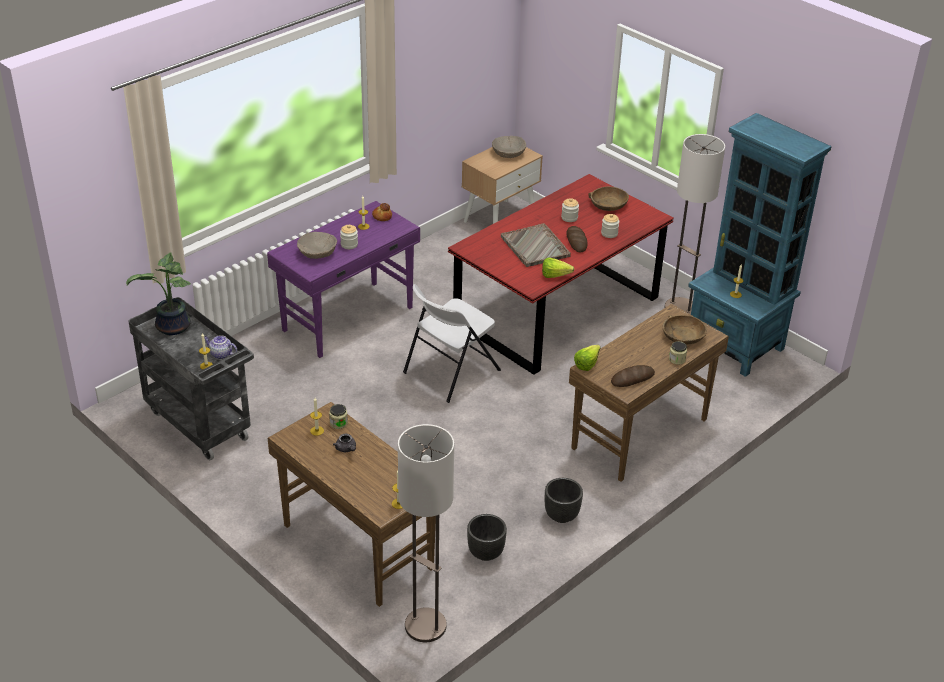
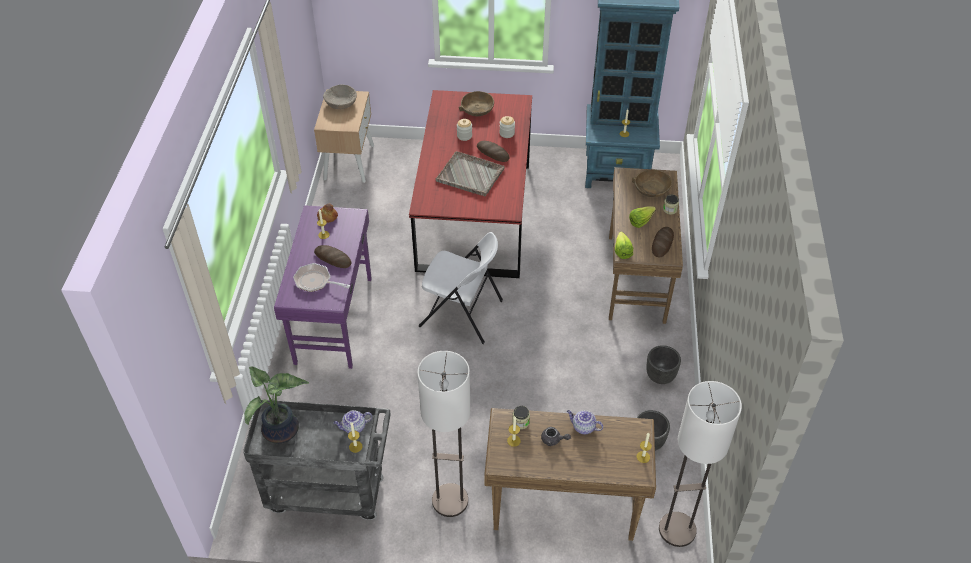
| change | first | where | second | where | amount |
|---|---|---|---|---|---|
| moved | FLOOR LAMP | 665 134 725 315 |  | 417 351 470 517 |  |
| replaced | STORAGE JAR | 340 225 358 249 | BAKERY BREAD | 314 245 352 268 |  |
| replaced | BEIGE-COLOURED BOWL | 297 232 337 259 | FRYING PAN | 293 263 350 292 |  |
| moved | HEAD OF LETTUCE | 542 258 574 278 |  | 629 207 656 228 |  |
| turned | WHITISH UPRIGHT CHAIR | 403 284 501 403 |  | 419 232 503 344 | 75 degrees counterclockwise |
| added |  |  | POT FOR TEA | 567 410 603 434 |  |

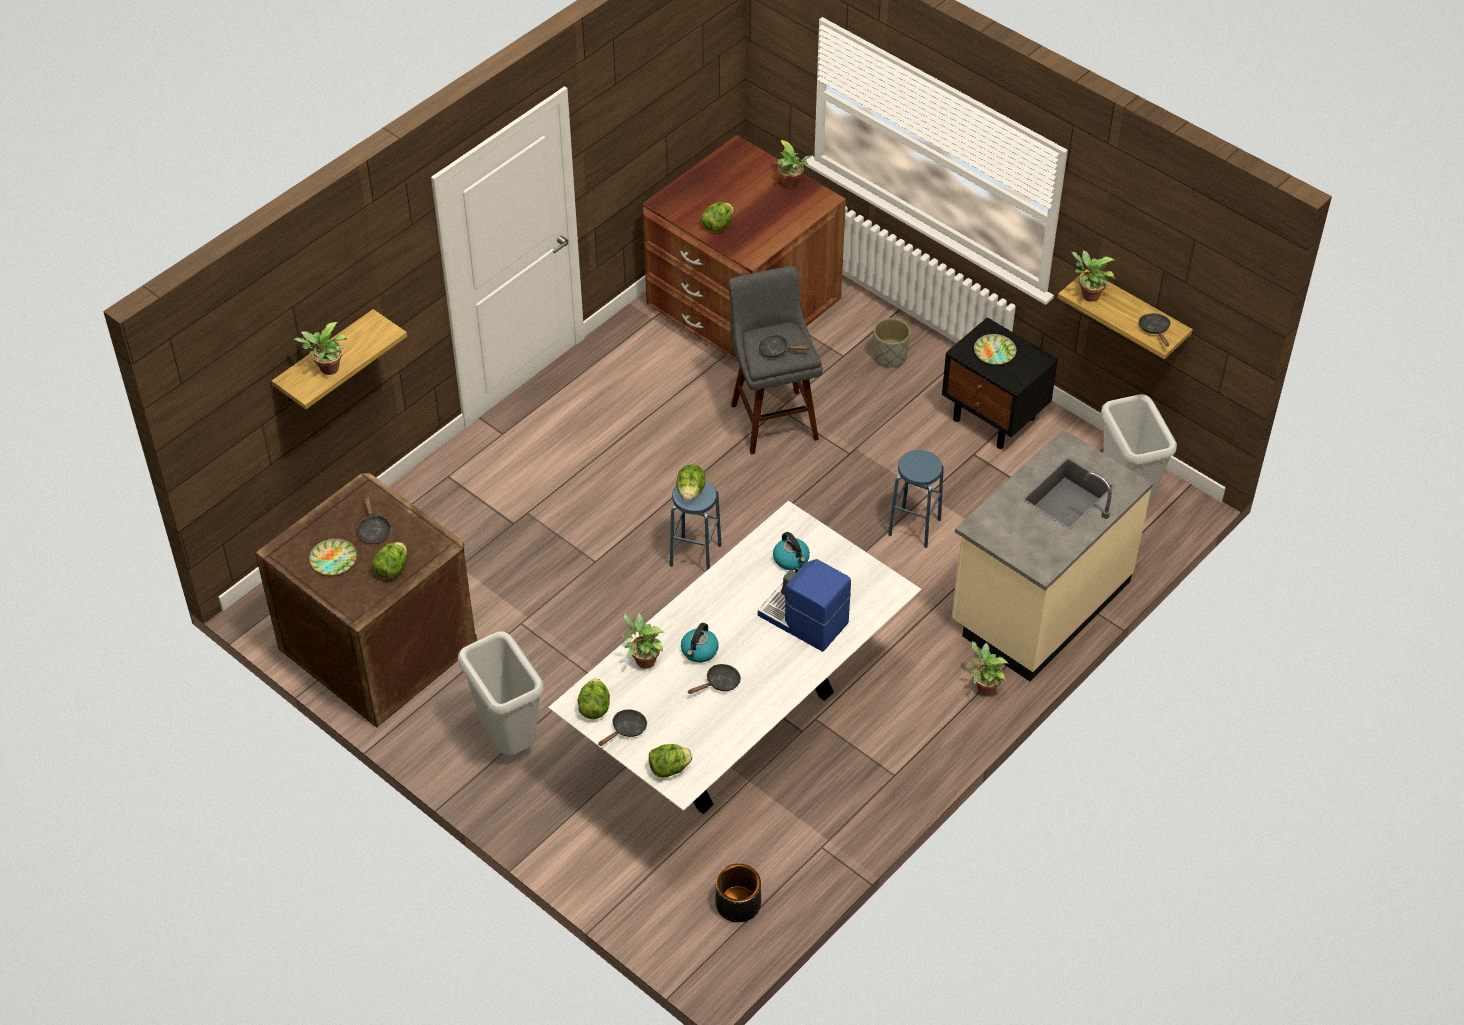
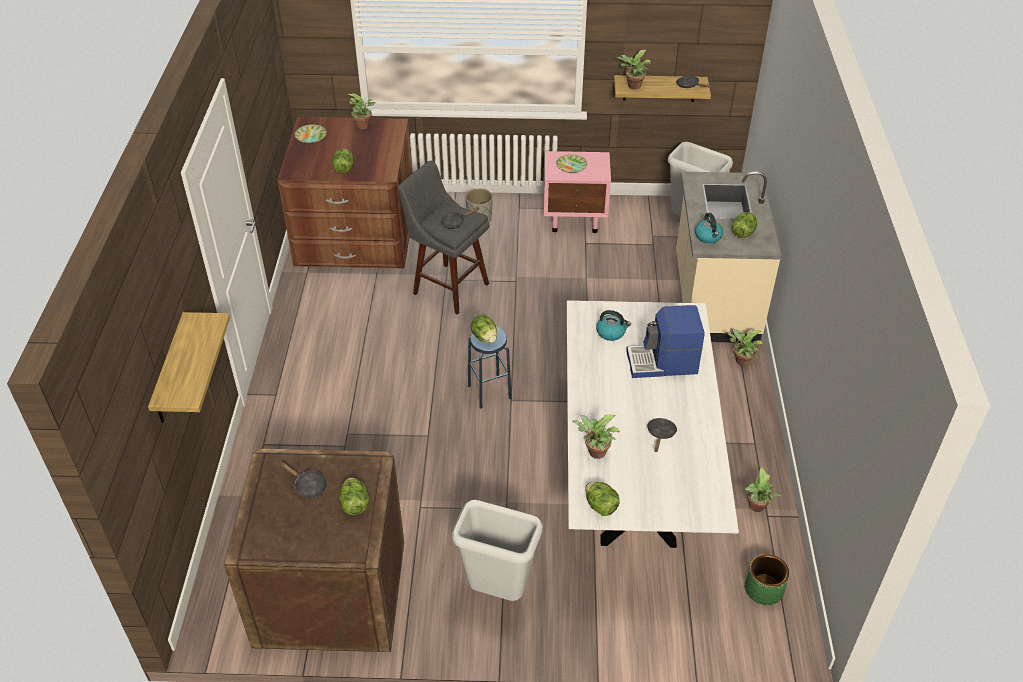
| change | first | where | second | where | amount |
|---|---|---|---|---|---|
| recoloured | BLACK-COLOURED NIGHTSTAND | 942 317 1058 449 | PINKISH NIGHTSTAND | 544 151 611 233 |  |
| moved | PLANT IN A POT | 293 322 347 375 |  | 744 467 782 512 |  |
| removed | BLUISH SITTING STOOL | 888 450 944 548 |  |  |  |
| moved | FLAT DISH | 309 538 357 575 |  | 295 124 327 143 |  |
| moved | WATER KETTLE | 681 623 719 663 |  | 695 213 723 243 |  |
| removed | BLACK-COLOURED FRYING PAN | 598 709 647 746 |  |  |  |
| moved | HEAD OF LETTUCE | 649 744 693 778 |  | 732 212 757 238 |  |
| recoloured | BLACK-COLOURED PLANTER | 716 864 761 922 | GREEN PLANTER | 745 554 789 605 |  |

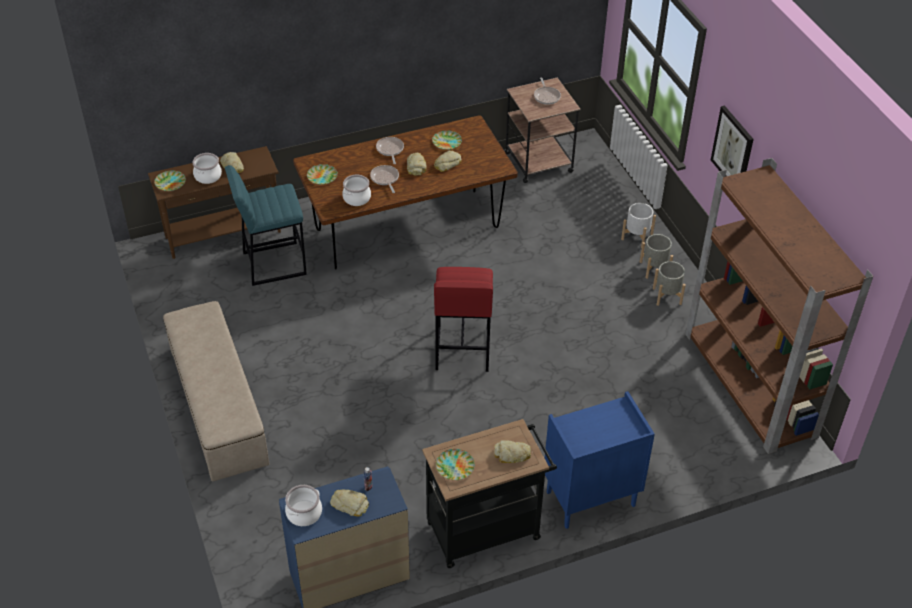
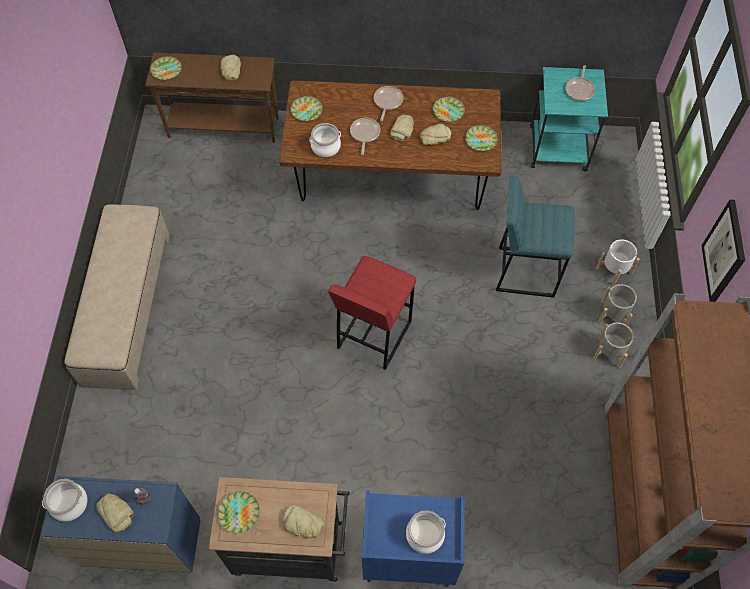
| change | first | where | second | where | amount |
|---|---|---|---|---|---|
| recoloured | BROWNISH CART | 505 77 581 183 | TURQUOISE-COLOURED CART | 530 67 608 171 |  |
| moved | COOKING POT | 193 153 222 184 |  | 406 511 446 554 |  |
| moved | TURQUOISE-COLOURED SITTING STOOL | 225 165 307 286 |  | 496 175 575 298 |  |
| added |  |  | FLAT DISH | 465 125 498 151 |  |

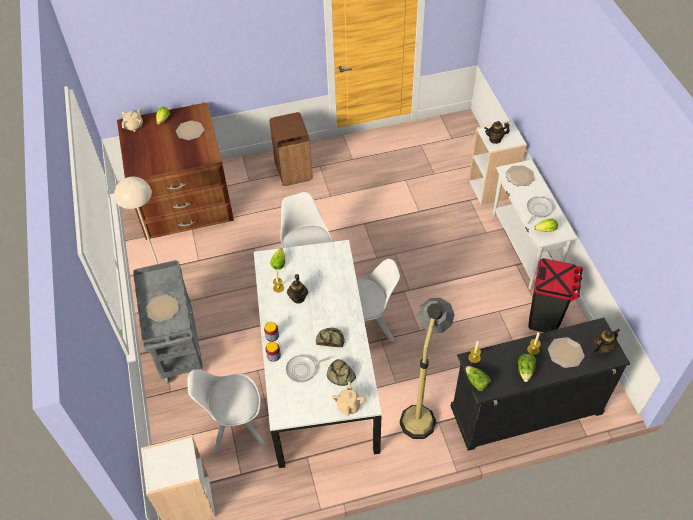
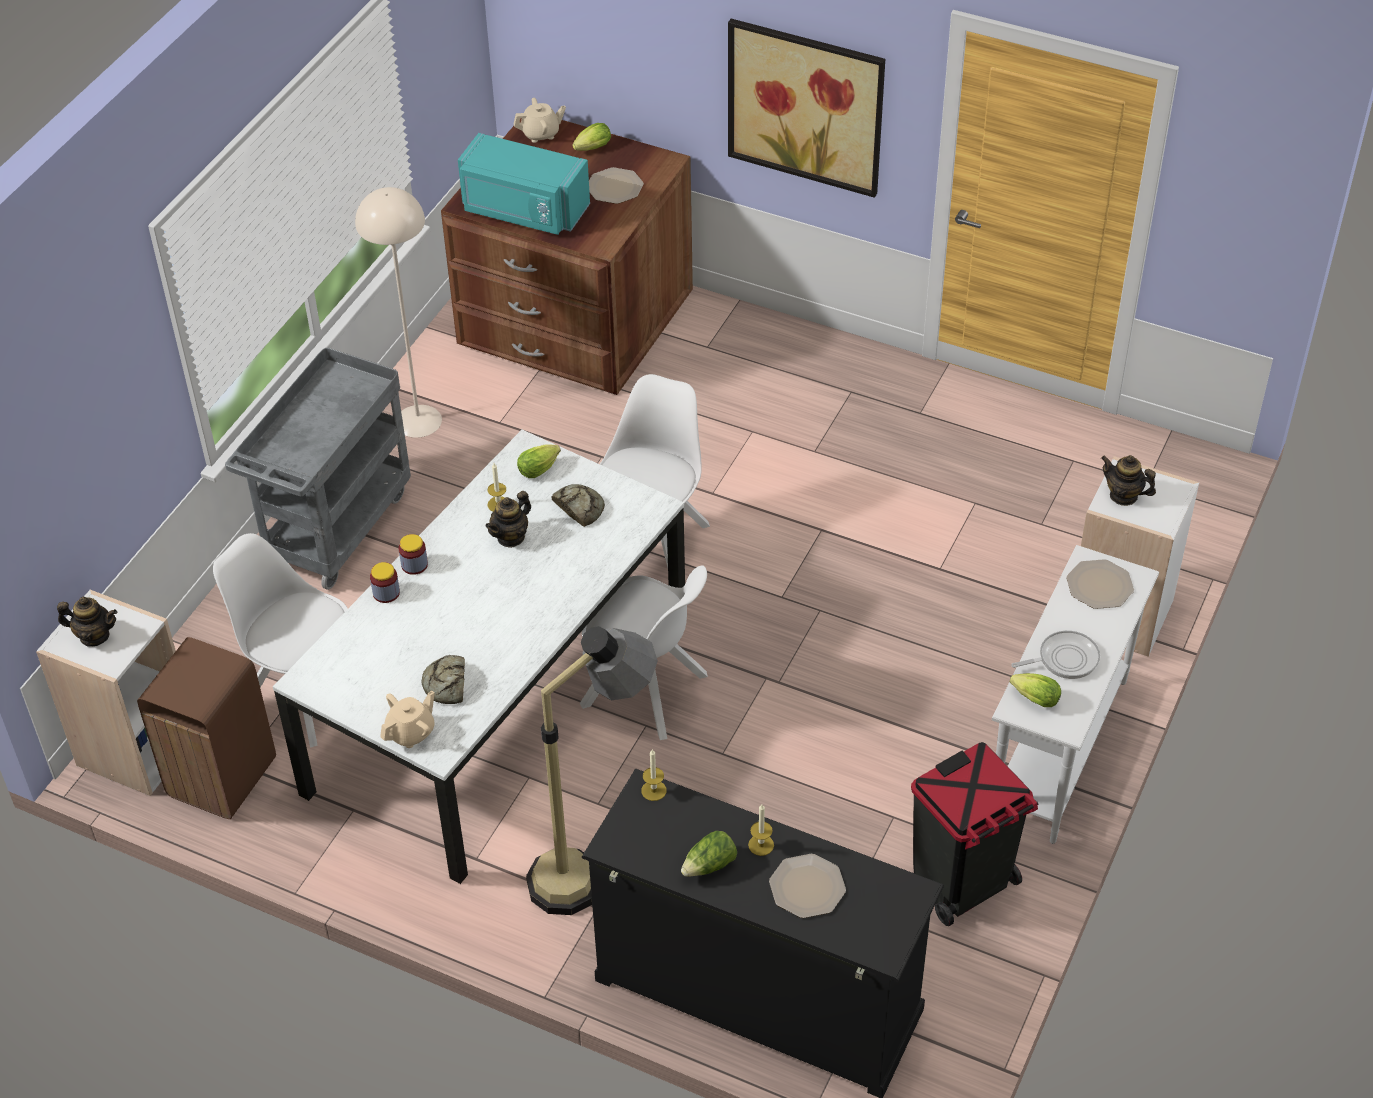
| change | first | where | second | where | amount |
|---|---|---|---|---|---|
| moved | BROWNISH RUBBISH BIN | 270 112 312 186 |  | 137 637 276 819 |  |
| removed | FLAT DISH | 146 294 179 322 |  |  |  |
| moved | BAKERY BREAD | 316 328 345 347 |  | 551 484 605 527 |  |
| moved | POT FOR TEA | 592 329 620 355 |  | 57 597 117 647 |  |
| removed | FRYING PAN | 286 355 331 383 |  |  |  |
| removed | HEAD OF LETTUCE | 465 366 491 391 |  |  |  |
| added |  |  | PICTURE | 728 19 885 198 |  |
| added |  |  | TURQUOISE-COLOURED MICROWAVE OVEN | 458 133 590 235 |  |

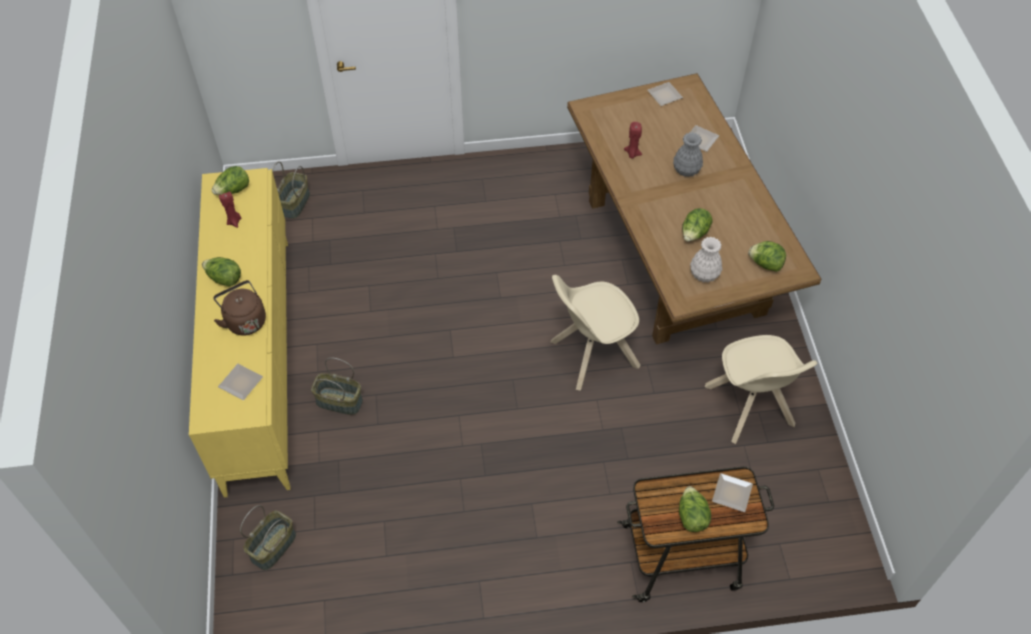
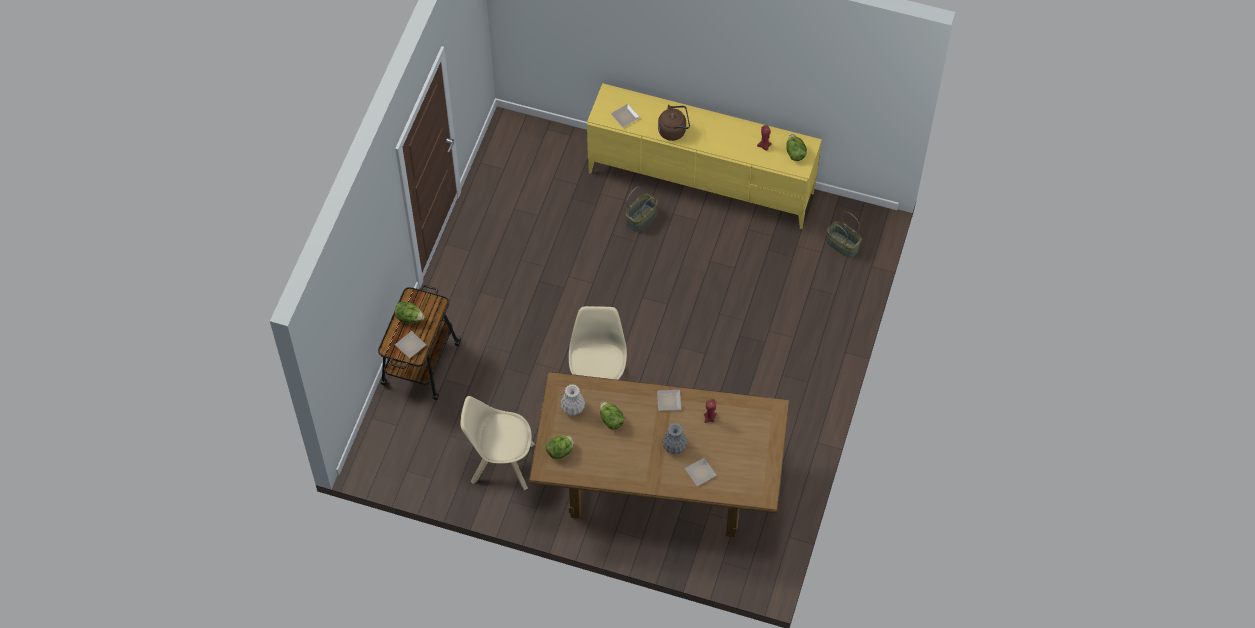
| change | first | where | second | where | amount |
|---|---|---|---|---|---|
| moved | FLAT DISH | 647 82 683 106 |  | 657 390 681 411 |  |
| removed | HEAD OF LETTUCE | 202 257 241 287 |  |  |  |
| removed | STORAGE BASKET | 240 505 296 570 |  |  |  |

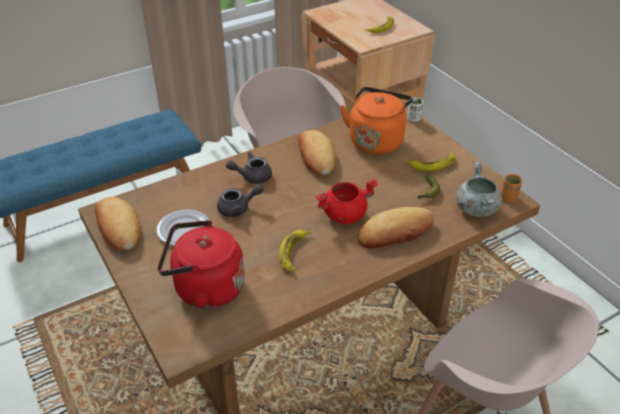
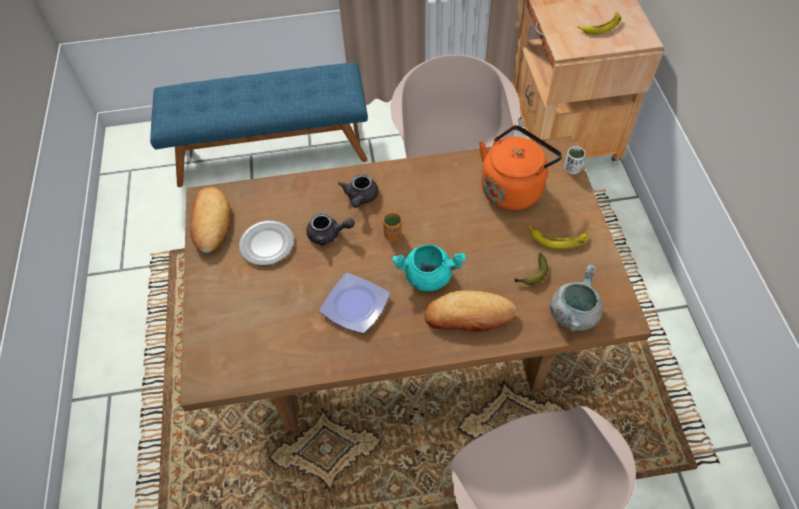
| change | first | where | second | where | amount |
|---|---|---|---|---|---|
| removed | BAKERY BREAD | 298 130 336 176 |  |  |  |
| turned | GREY POT FOR TEA | 226 151 272 184 |  | 338 174 378 208 | 90 degrees counterclockwise |
| moved | ORANGEY SMALL CUP | 501 174 522 202 |  | 383 212 402 241 |  |
| recoloured | RED COOKING POT | 315 179 378 224 | TURQUOISE-COLOURED COOKING POT | 392 244 466 291 |  |
| removed | RED WATER KETTLE | 158 220 245 309 |  |  |  |
| replaced | BANANA | 279 230 312 272 | FLAT DISH | 319 273 390 334 |  |

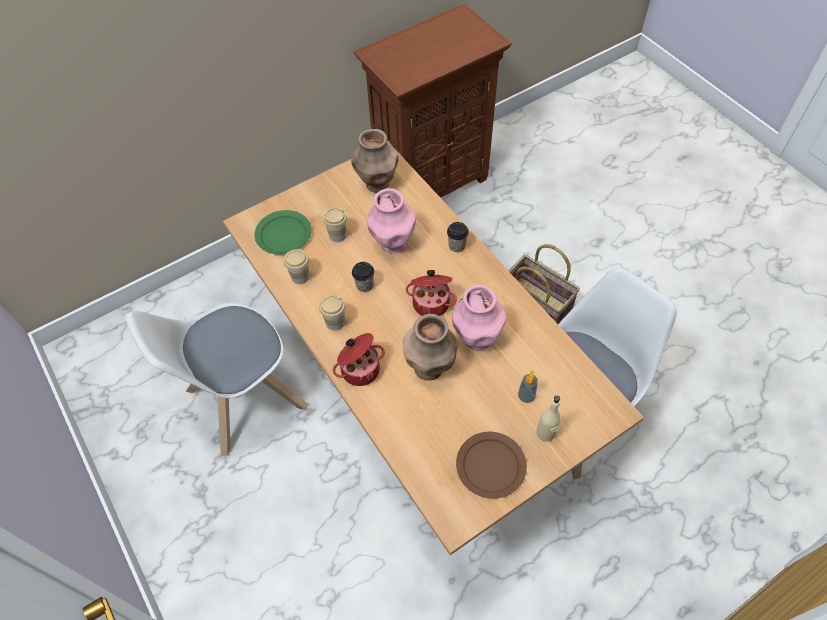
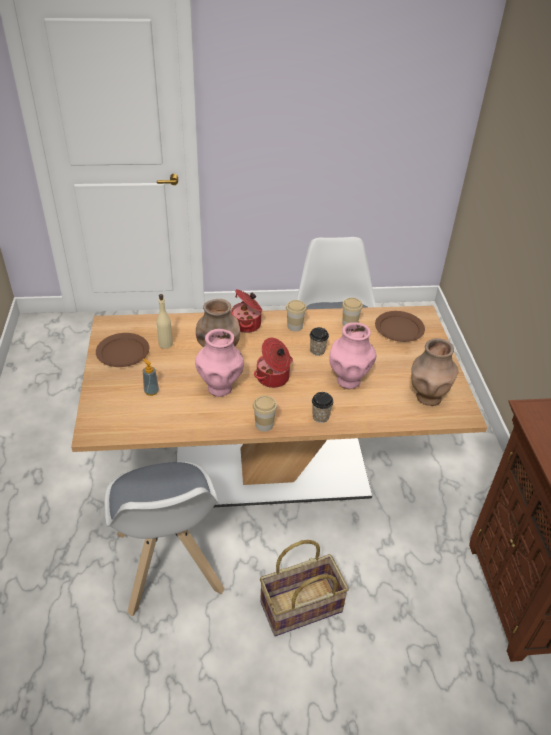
| change | first | where | second | where | amount |
|---|---|---|---|---|---|
| moved | SMALL CUP | 323 208 347 242 |  | 253 396 277 432 |  |
| recoloured | GREEN FLAT DISH | 254 210 312 255 | BROWNISH FLAT DISH | 375 311 425 342 |  |
| moved | BEIGE-COLOURED BEVERAGE BOTTLE | 536 396 560 442 |  | 156 294 173 349 |  |

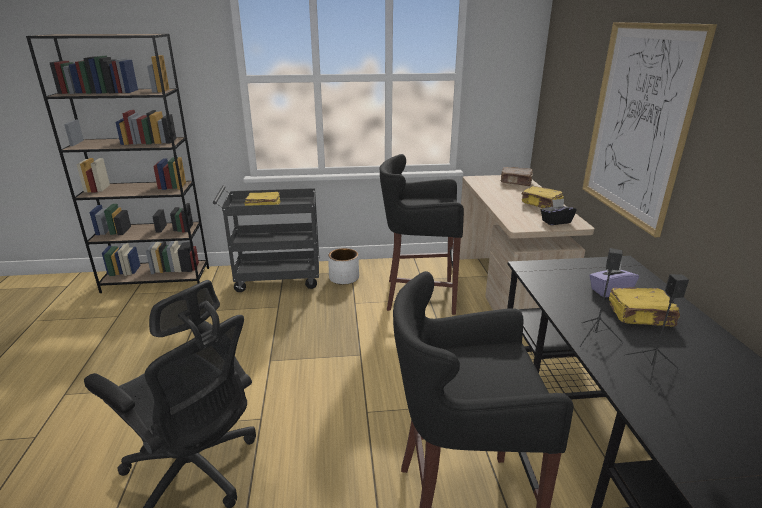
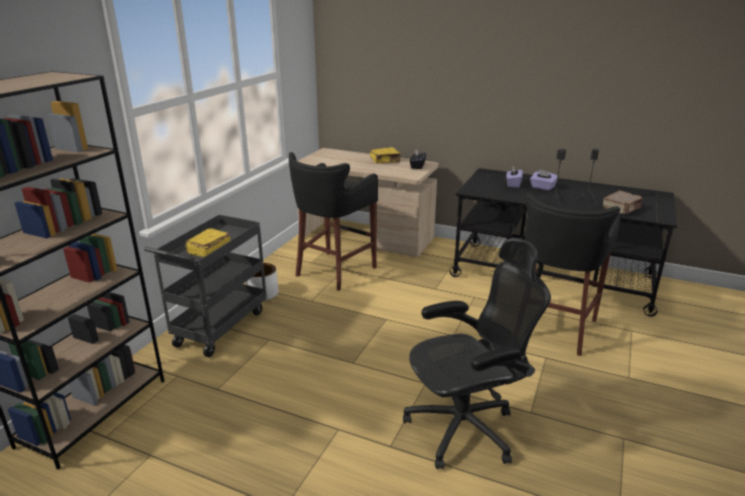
| change | first | where | second | where | amount |
|---|---|---|---|---|---|
| removed | PICTURE | 582 22 717 237 |  |  |  |
| moved | BROWNISH BOUND BOOK | 500 167 533 186 |  | 603 191 642 214 |  |
| replaced | YELLOW BOUND BOOK | 609 287 680 327 | PURPLE-COLOURED BOX OF TISSUES | 530 169 557 190 |  |

